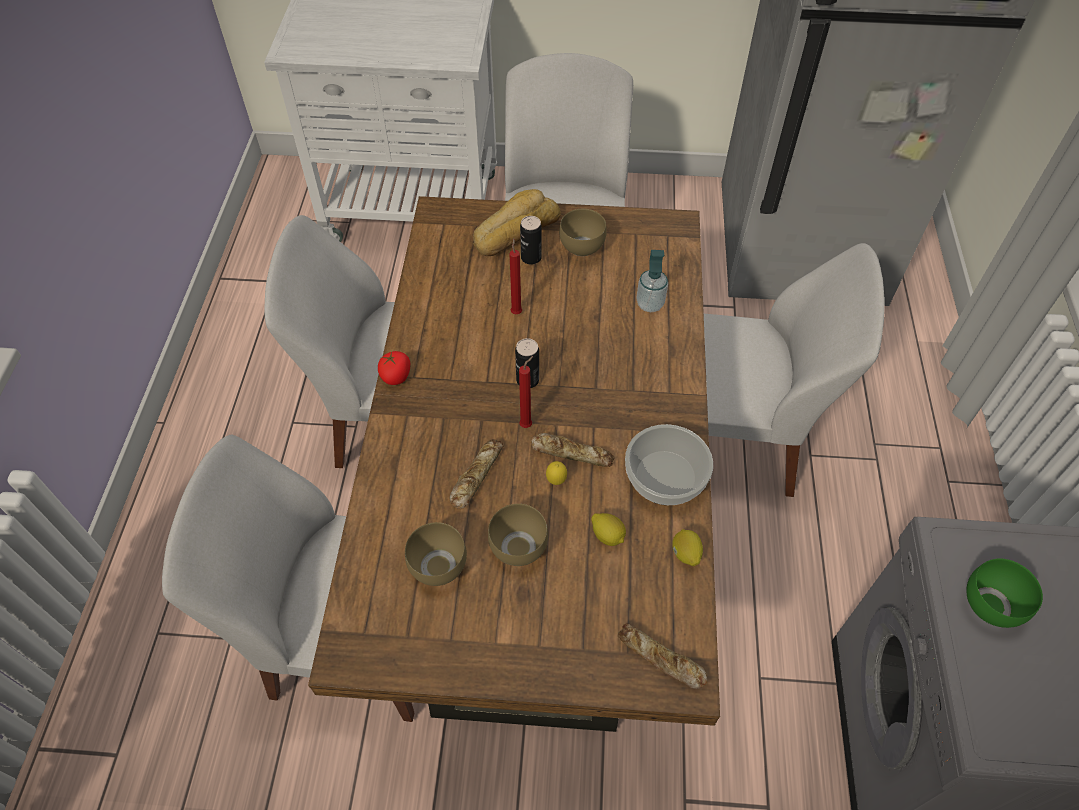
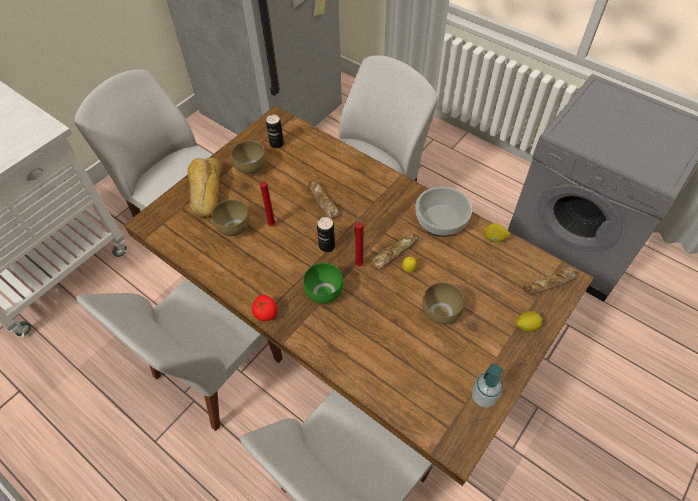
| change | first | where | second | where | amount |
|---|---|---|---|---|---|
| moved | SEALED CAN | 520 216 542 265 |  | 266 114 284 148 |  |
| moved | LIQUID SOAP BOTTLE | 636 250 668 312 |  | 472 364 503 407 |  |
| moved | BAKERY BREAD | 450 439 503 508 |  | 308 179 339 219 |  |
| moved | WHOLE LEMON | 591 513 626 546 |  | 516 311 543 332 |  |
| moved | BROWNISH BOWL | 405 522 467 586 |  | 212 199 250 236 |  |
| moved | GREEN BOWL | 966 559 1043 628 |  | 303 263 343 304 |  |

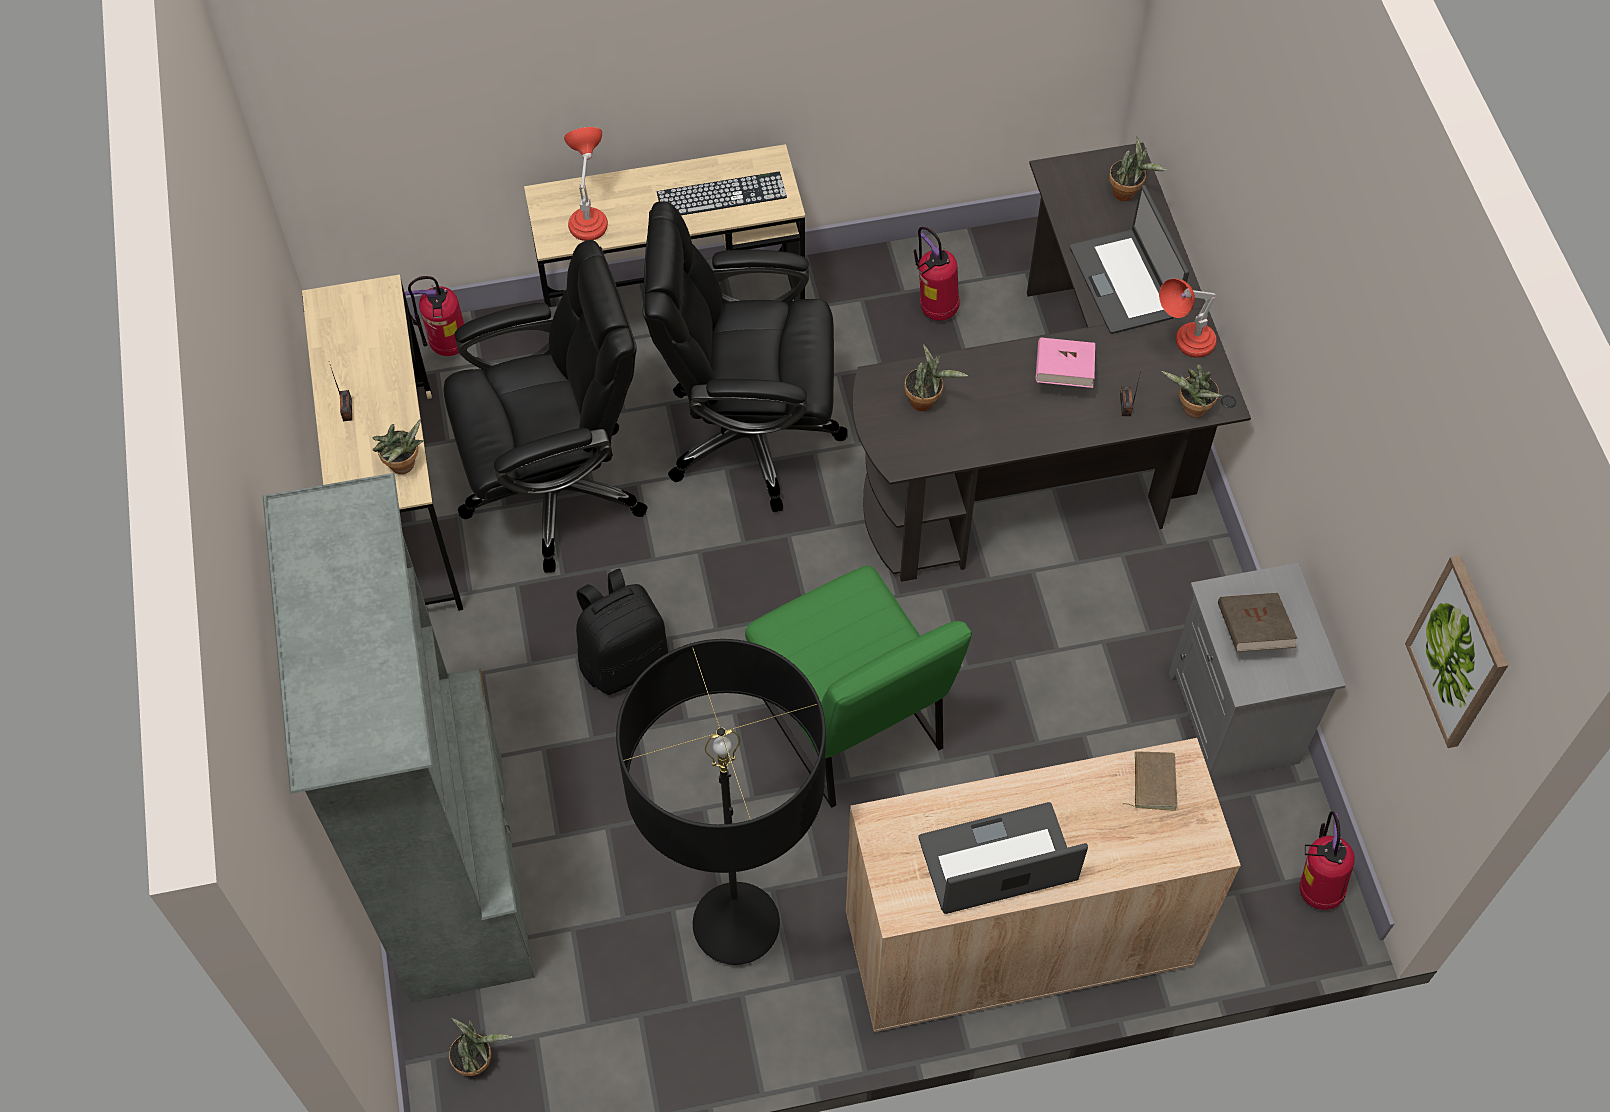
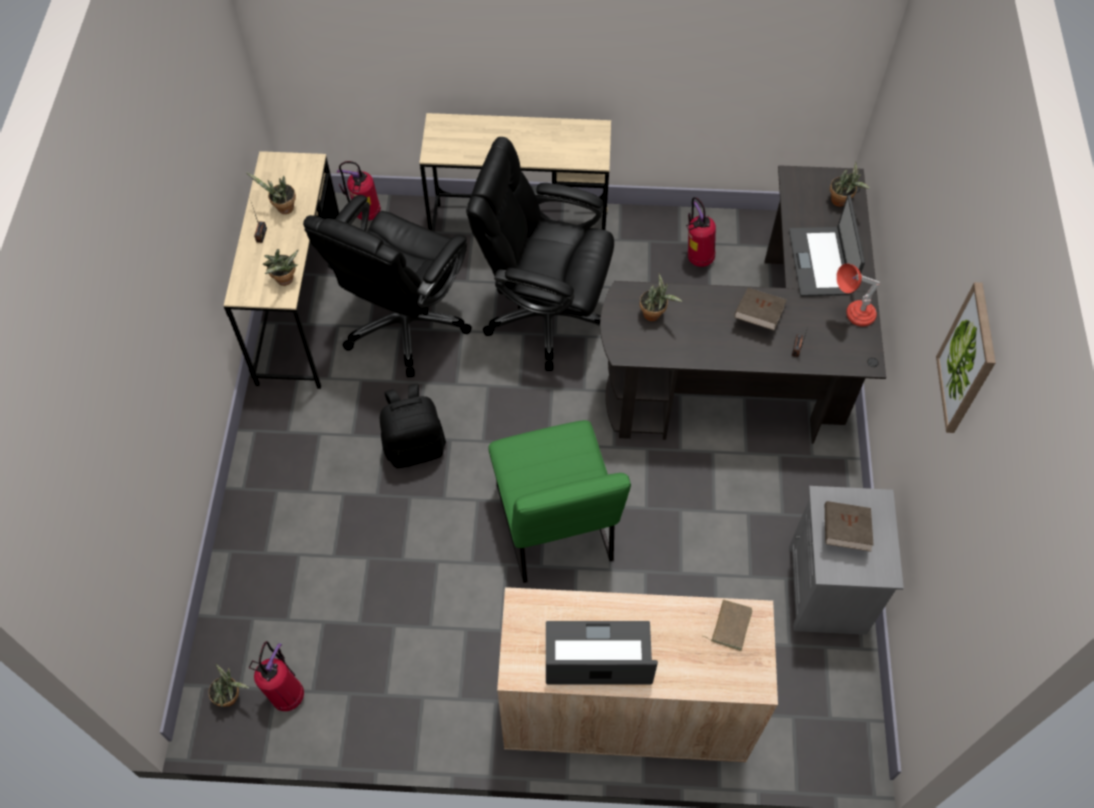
| change | first | where | second | where | amount |
|---|---|---|---|---|---|
| removed | RED LAMP FOR A TABLE | 564 127 608 241 |  |  |  |
| removed | COMPUTER KEYBOARD | 657 172 787 215 |  |  |  |
| turned | BLACK-COLOURED OFFICE CHAIR | 444 240 648 573 |  | 303 195 472 377 | 120 degrees clockwise |
| recoloured | PINKISH BOUND BOOK | 1036 338 1095 388 | BROWNISH BOUND BOOK | 734 288 787 330 |  |
| moved | PLANT IN A POT | 1161 364 1223 418 |  | 246 172 296 214 |  |
| removed | GREY BOOKCASE | 263 473 535 1003 |  |  |  |
| moved | PICTURE | 1405 555 1508 748 |  | 936 282 996 433 |  |
| removed | BLACK-COLOURED FLOOR LAMP | 616 639 826 965 |  |  |  |
| moved | FIRE EXTINGUISHER | 1299 811 1355 910 |  | 249 641 304 711 |  |

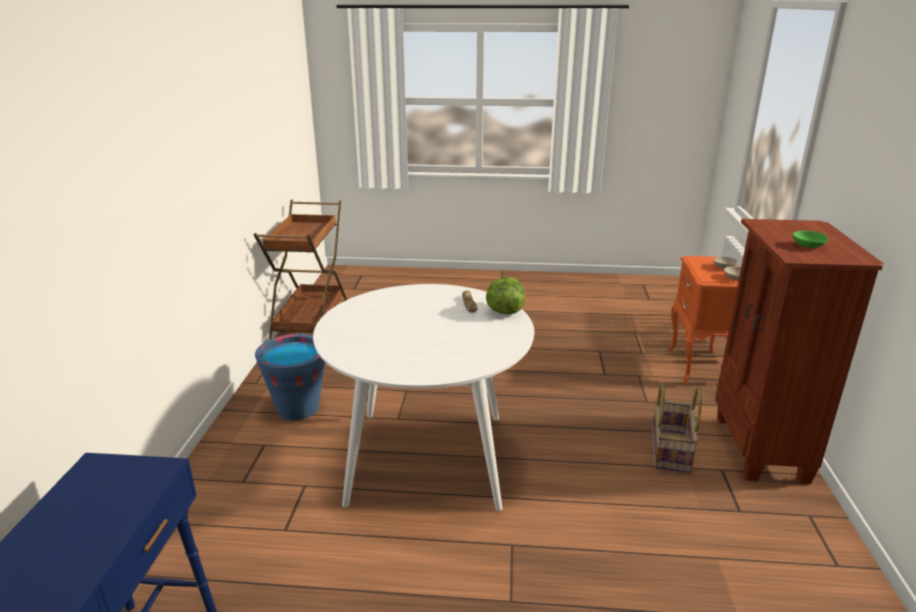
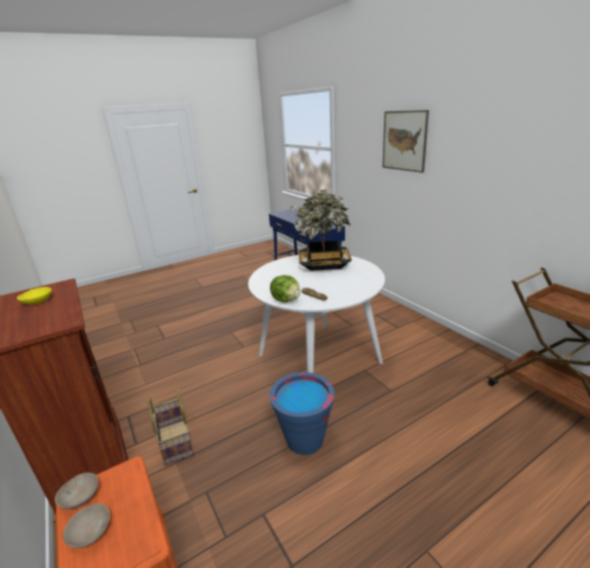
| change | first | where | second | where | amount |
|---|---|---|---|---|---|
| recoloured | GREEN BOWL | 793 231 828 248 | YELLOW BOWL | 17 287 52 305 |  |
| moved | BLUISH PAIL | 255 334 325 420 |  | 270 372 334 455 |  |
| added |  |  | PICTURE | 382 110 429 173 |  |
| added |  |  | PLANT IN A POT | 289 189 352 271 |  |

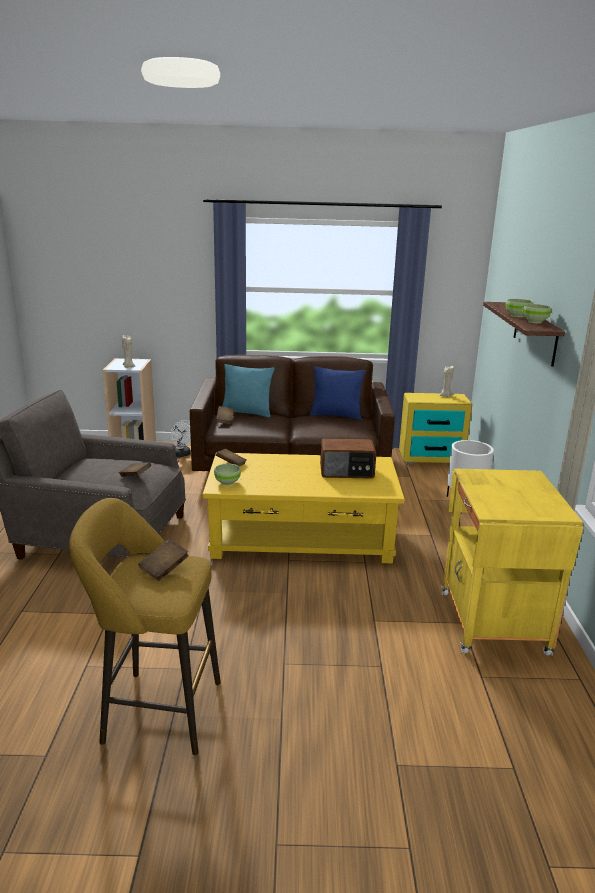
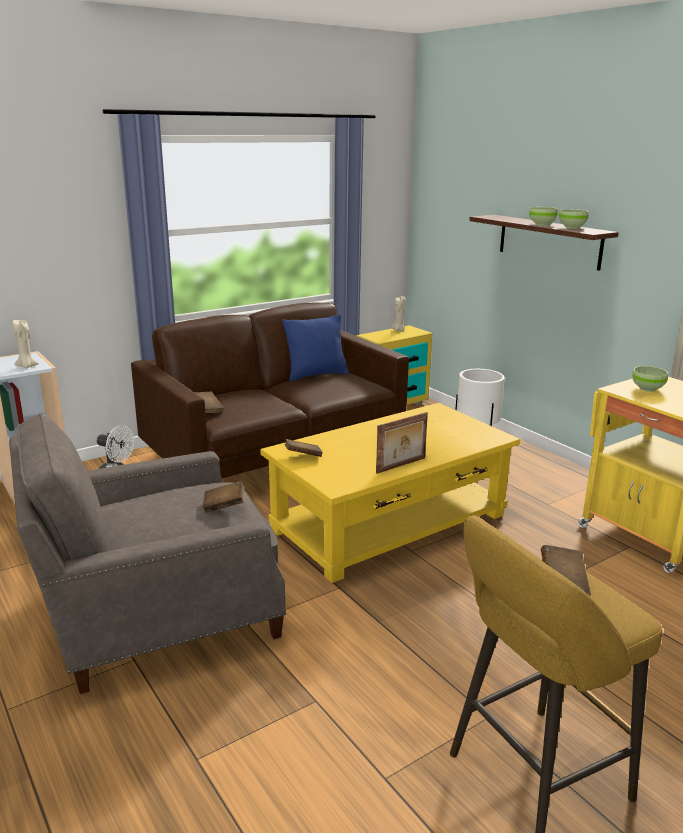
| change | first | where | second | where | amount |
|---|---|---|---|---|---|
| removed | TURQUOISE-COLOURED CUSHION | 222 364 274 418 |  |  |  |
| removed | RADIO | 320 438 376 479 |  |  |  |
| moved | GREEN BOWL | 214 464 241 485 |  | 632 366 668 392 |  |
| added |  |  | PICTURE FRAME | 376 412 428 474 |  |

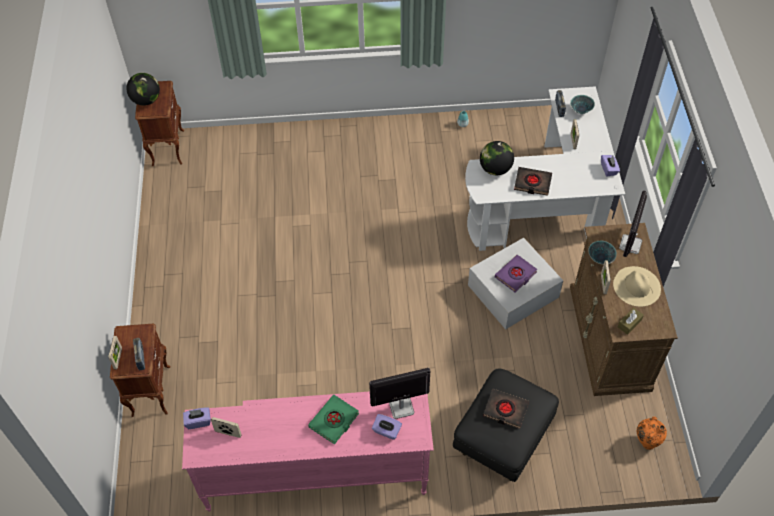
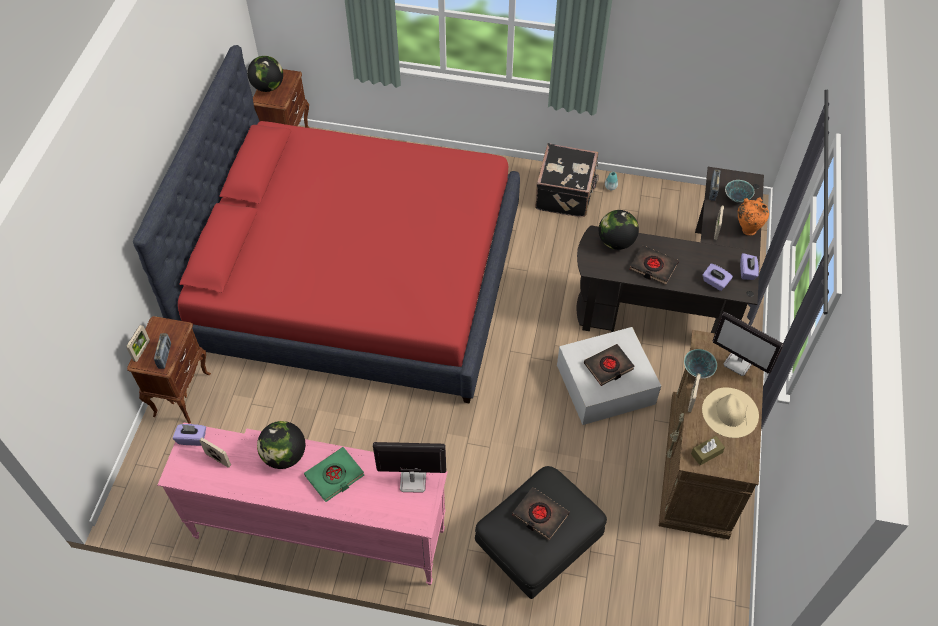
| change | first | where | second | where | amount |
|---|---|---|---|---|---|
| recoloured | WHITISH DESK TABLE | 465 86 625 251 | BLACK-COLOURED DESK TABLE | 577 167 764 333 |  |
| turned | MONITOR | 619 191 647 257 |  | 713 312 784 376 | 90 degrees counterclockwise |
| recoloured | PURPLE-COLOURED BOUND BOOK | 495 255 538 292 | BLACK-COLOURED BOUND BOOK | 584 344 635 386 |  |
| moved | PURPLE-COLOURED BOX OF TISSUES | 372 414 402 440 |  | 702 264 733 291 |  |
| moved | ORANGEY DECORATIVE VASE | 637 416 667 450 |  | 738 197 769 236 |  |
| added |  |  | RED SLEEPING BED | 133 45 520 404 |  |
| added |  |  | BLACK-COLOURED TRAVEL CASE | 535 143 599 217 |  |
| added |  |  | DESK GLOBE | 257 421 305 469 |  |

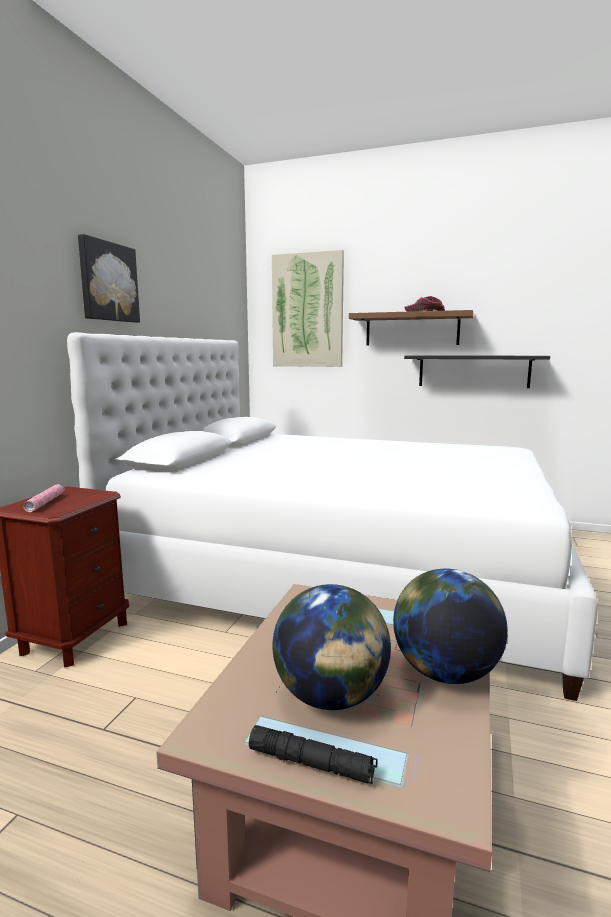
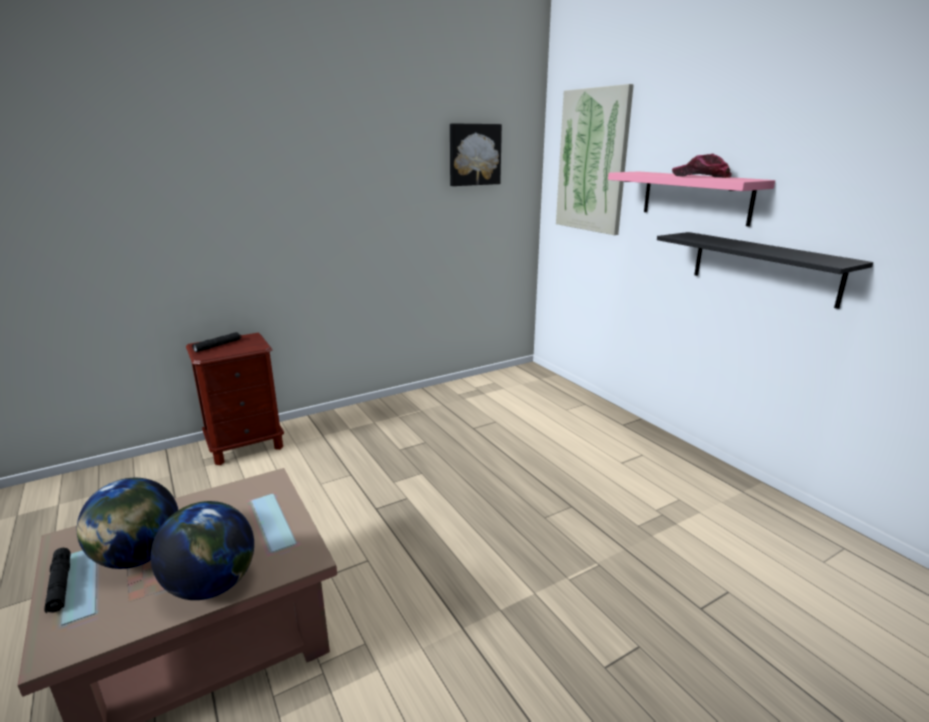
| change | first | where | second | where | amount |
|---|---|---|---|---|---|
| moved | PICTURE | 78 234 140 323 |  | 450 123 502 186 |  |
| recoloured | BROWNISH BRACKET SHELF | 349 310 473 346 | PINKISH BRACKET SHELF | 608 171 775 227 |  |
| removed | WHITISH SLEEPING BED | 67 332 598 701 |  |  |  |
| recoloured | PINKISH HAND TORCH | 23 484 65 512 | BLACK-COLOURED HAND TORCH | 192 332 242 352 |  |

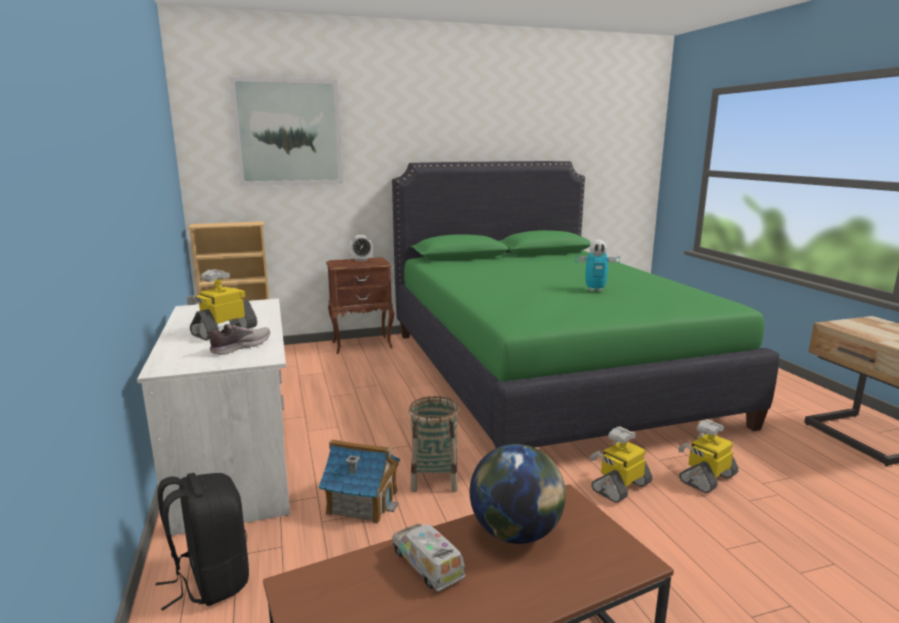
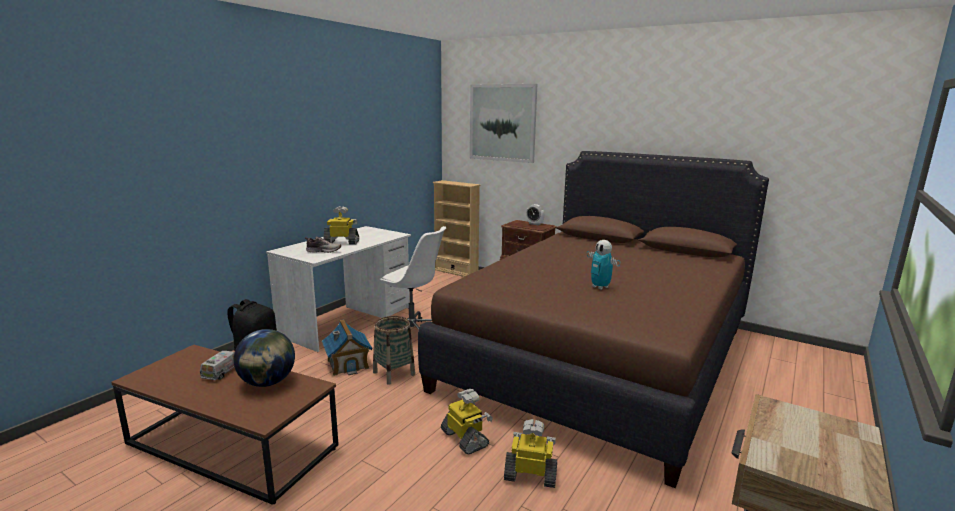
| change | first | where | second | where | amount |
|---|---|---|---|---|---|
| recoloured | GREEN SLEEPING BED | 392 161 779 449 | BROWNISH SLEEPING BED | 418 151 769 488 |  |
| turned | MODEL ROBOT | 590 427 653 503 |  | 441 389 493 454 | 45 degrees clockwise |
| added |  |  | WHITISH OFFICE CHAIR | 379 226 447 329 |  |

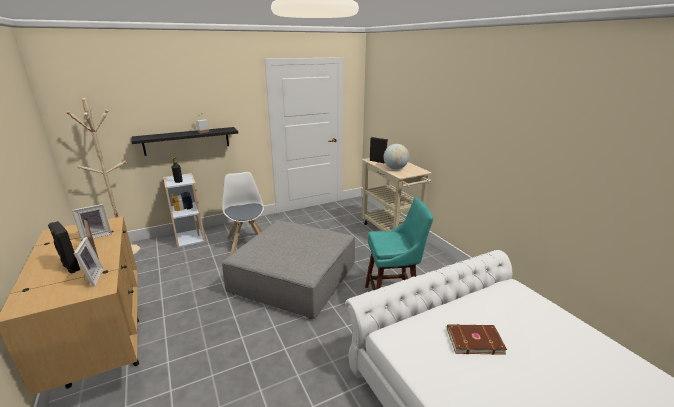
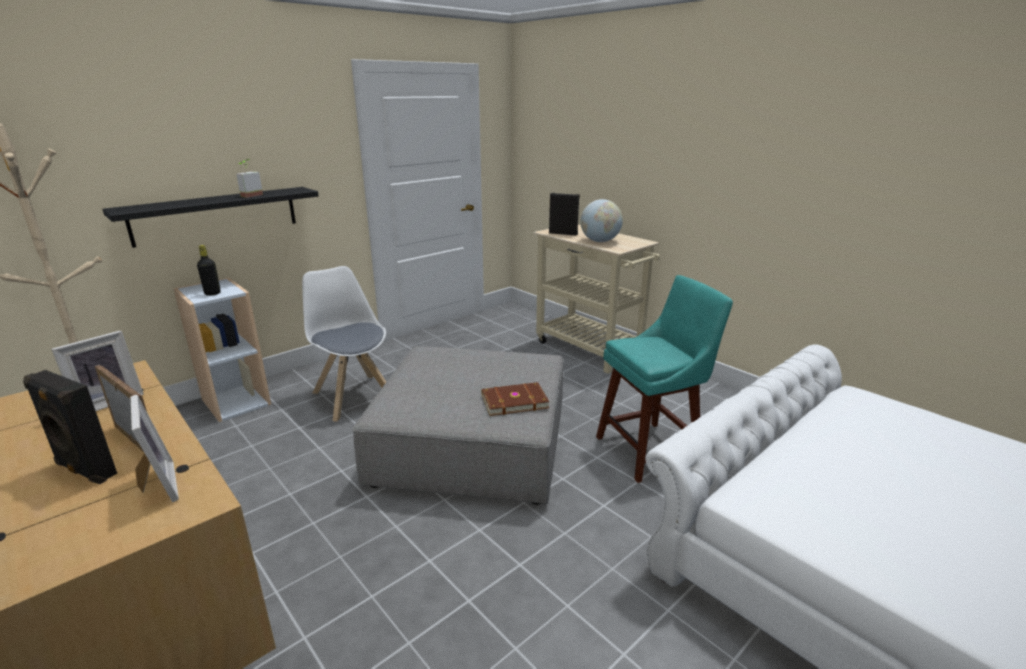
| change | first | where | second | where | amount |
|---|---|---|---|---|---|
| moved | BROWNISH BOUND BOOK | 447 324 507 355 |  | 481 382 550 416 |  |

